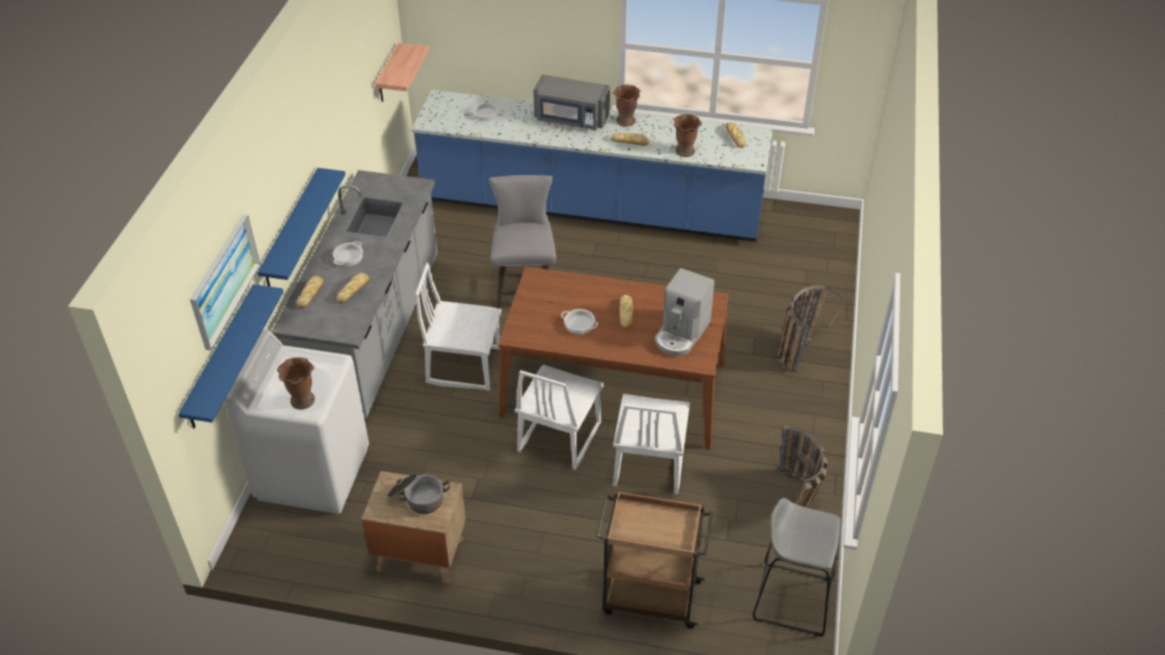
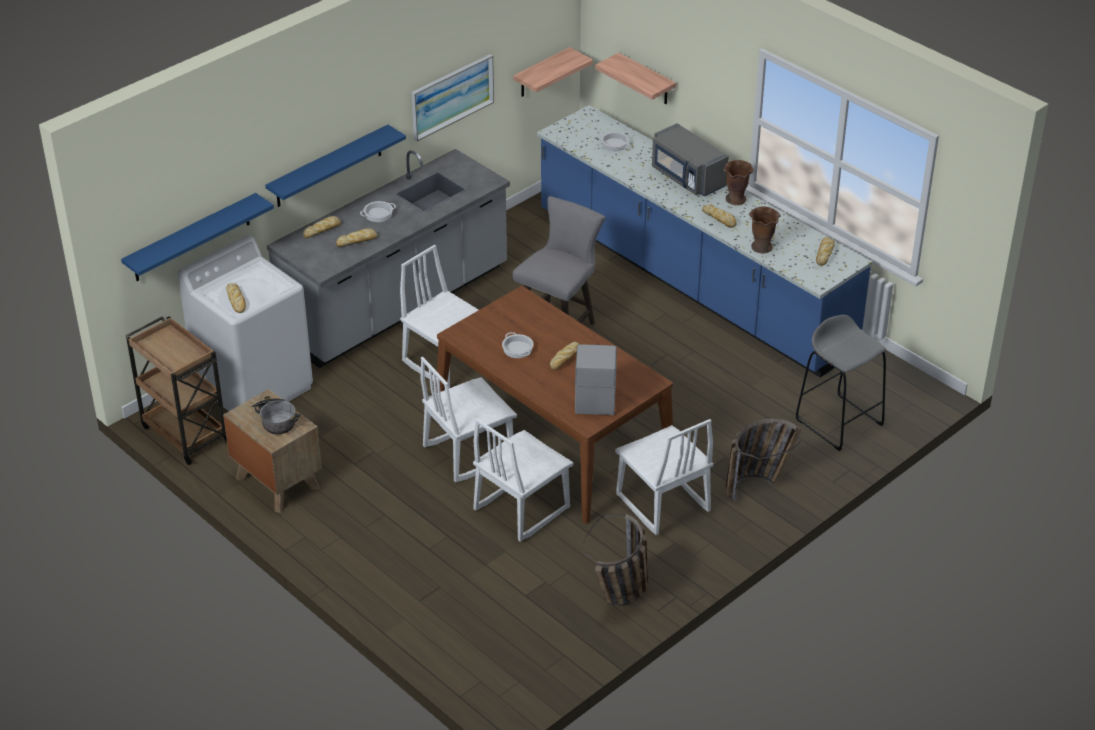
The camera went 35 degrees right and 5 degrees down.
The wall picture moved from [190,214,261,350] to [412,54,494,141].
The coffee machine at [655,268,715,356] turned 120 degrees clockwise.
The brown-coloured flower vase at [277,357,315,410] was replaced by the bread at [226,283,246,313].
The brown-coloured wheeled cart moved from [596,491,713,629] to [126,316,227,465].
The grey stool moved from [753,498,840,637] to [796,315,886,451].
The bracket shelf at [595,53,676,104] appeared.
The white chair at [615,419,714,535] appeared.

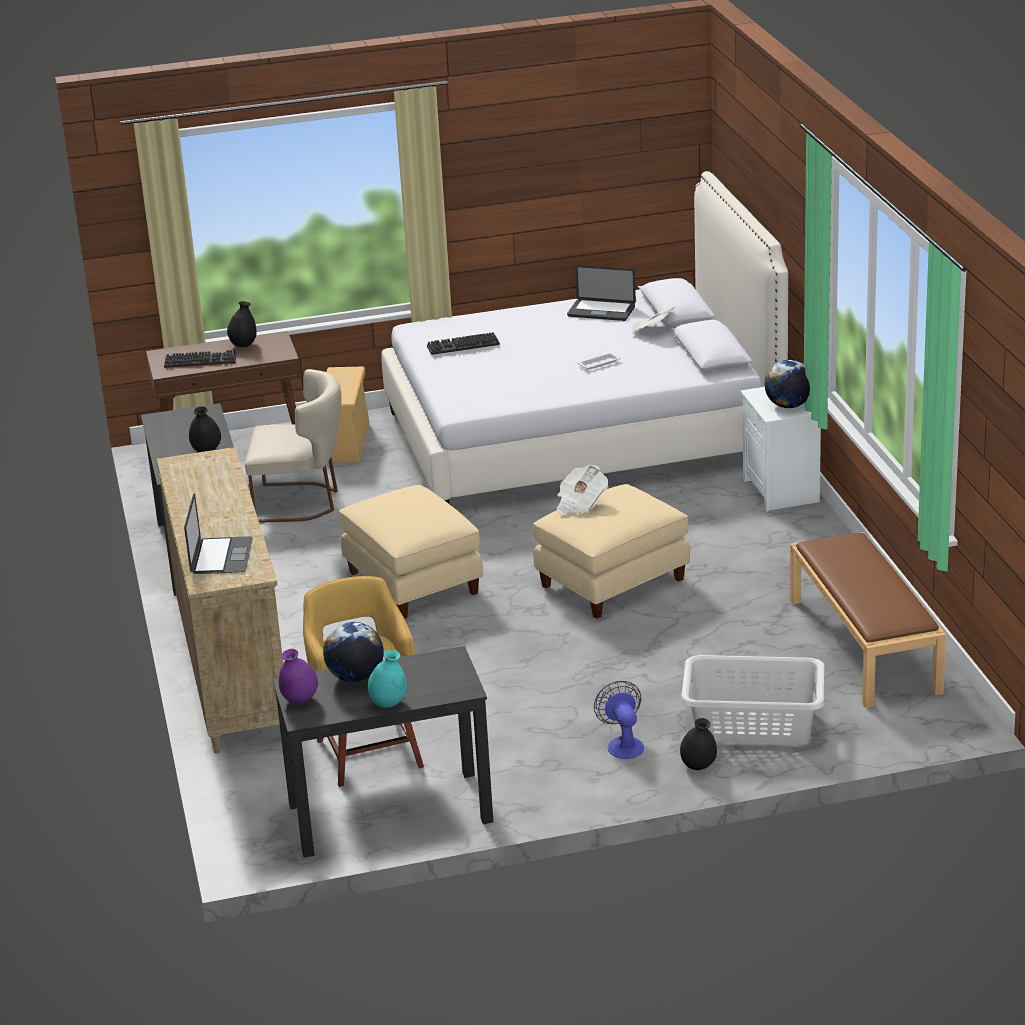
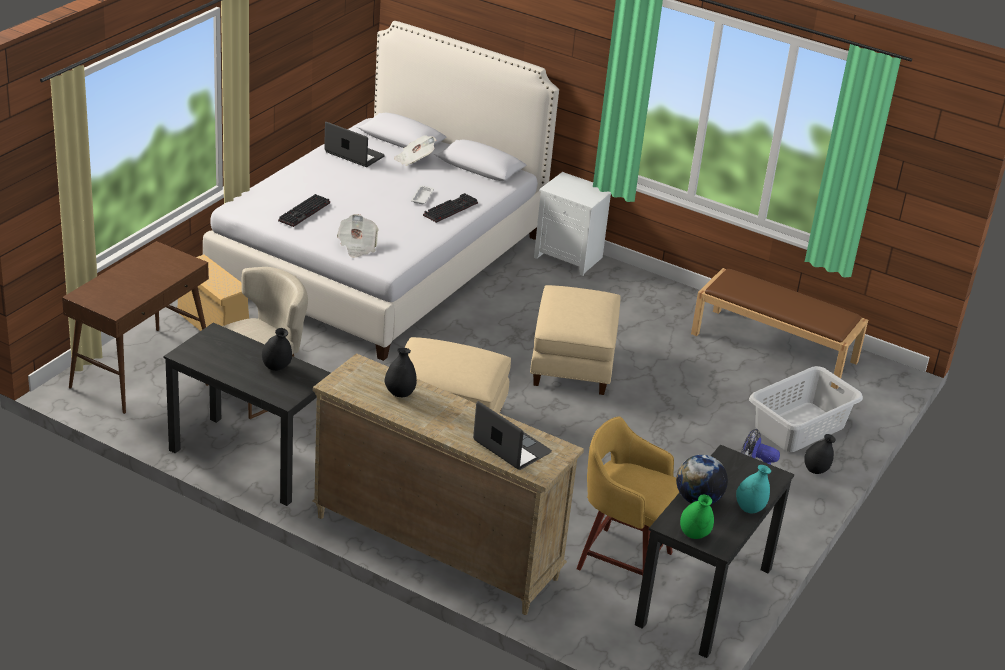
The camera went 50 degrees left and 5 degrees up.
The portable computer at [567,265,636,321] turned 120 degrees counterclockwise.
The blackish flower vase moved from [227,301,257,347] to [385,348,417,397].
The computer keyboard moved from [164,350,237,368] to [423,193,478,223].
The world globe at [764,360,810,408] disappeared.
The printed paper moved from [557,465,608,514] to [337,214,379,258].
The purplish flower vase at [279,649,318,704] became the green-coloured flower vase at [680,495,714,539].

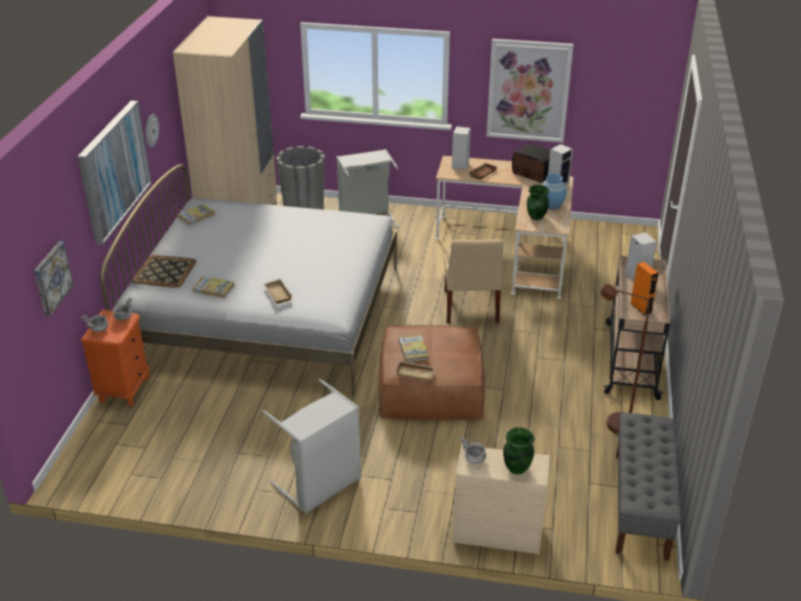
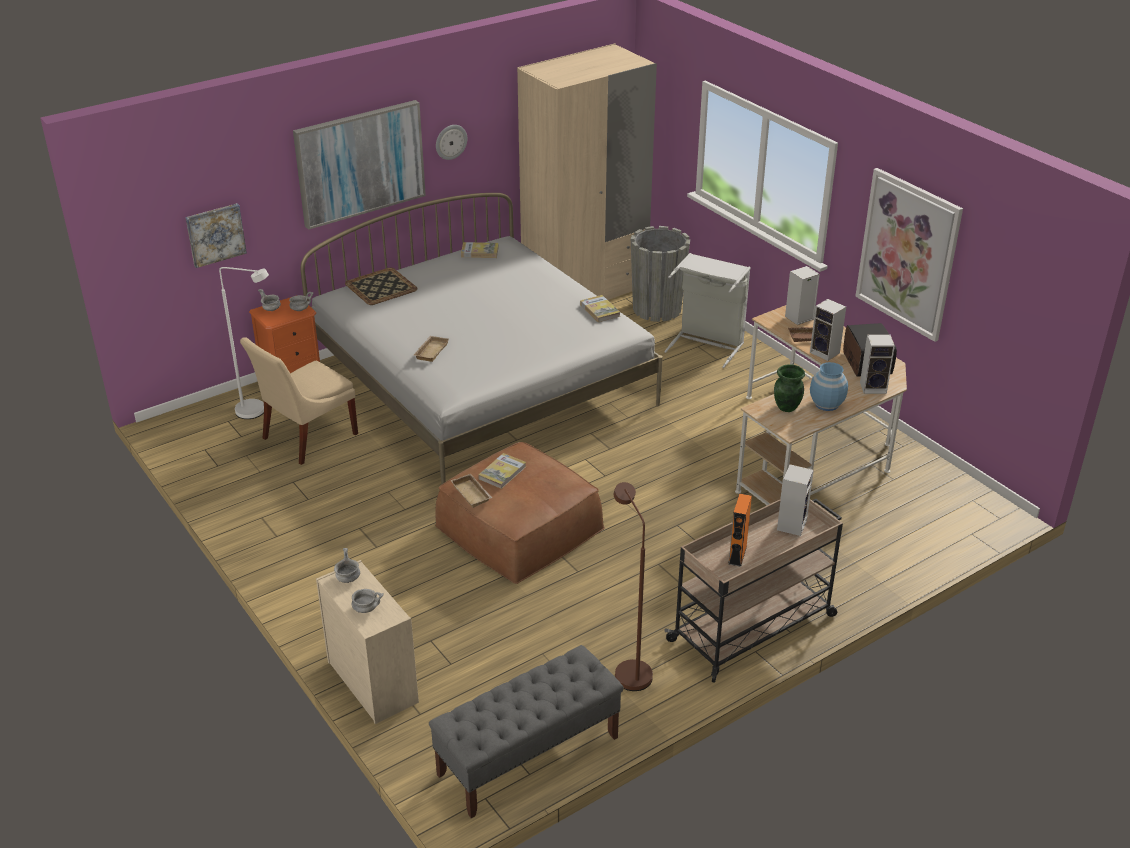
The camera went 45 degrees right and 0 degrees up.
The beige chair moved from [444,239,504,323] to [240,337,358,465].
The volume moved from [192,276,234,298] to [580,295,620,322].
The grey washing basket at [262,378,361,514] disappeared.
The green-coloured flower vase at [503,427,534,475] was replaced by the grey bowl at [352,589,384,613].
The white floor lamp at [219,267,269,419] appeared.
The speaker at [810,299,846,361] appeared.

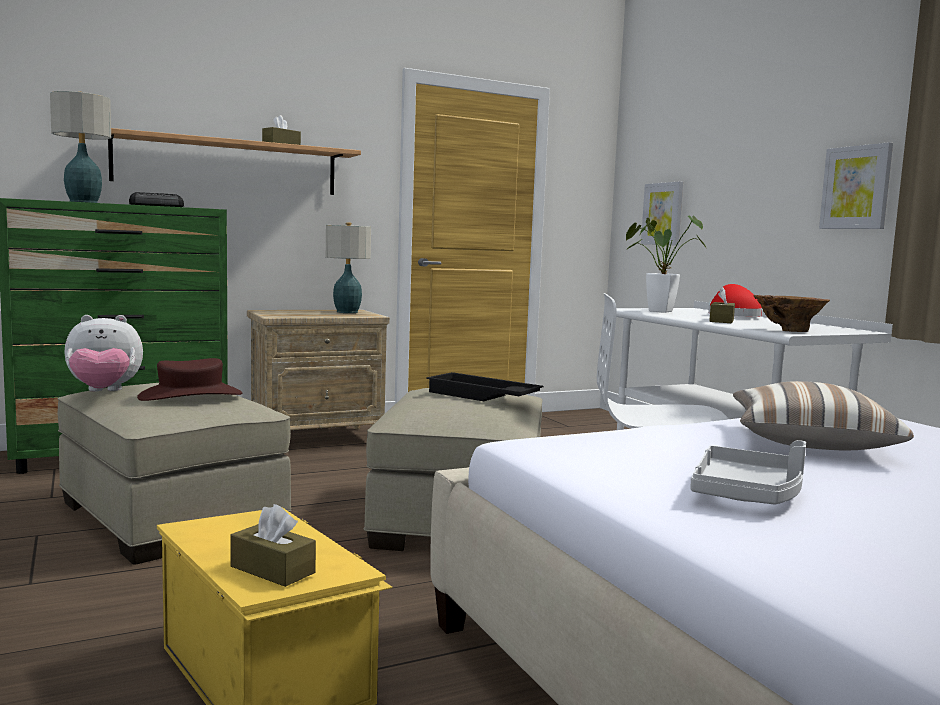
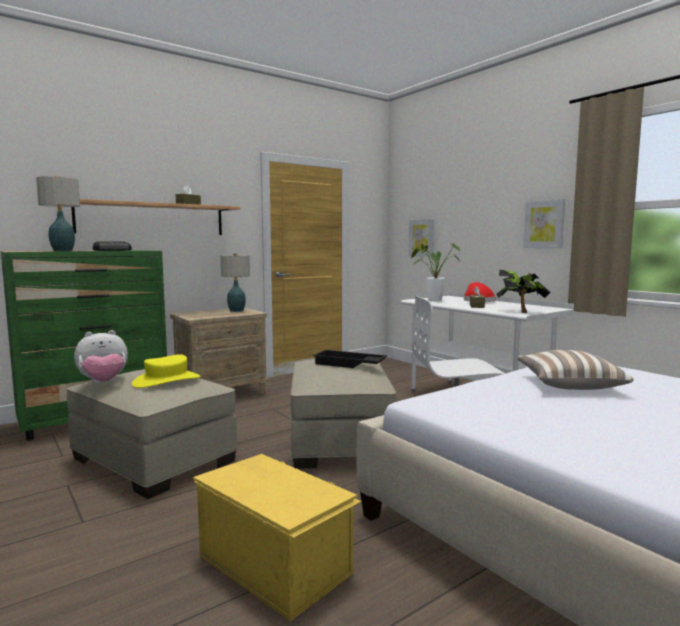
The camera went 10 degrees left and 0 degrees up.
The brown-coloured flower vase at [754,295,830,332] was replaced by the houseplant at [496,270,550,313].
The brown-coloured hat at [137,358,242,401] became the yellow-coloured hat at [132,354,200,388].
The grey tray at [690,440,806,505] disappeared.
The brown-coloured box of tissues at [230,504,316,587] disappeared.

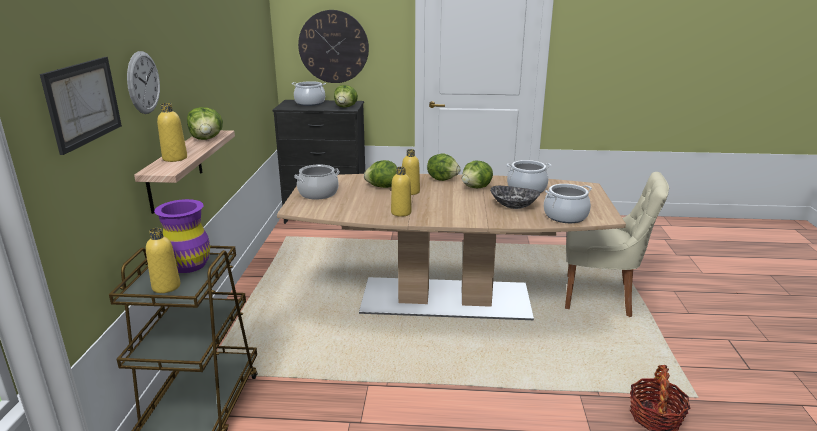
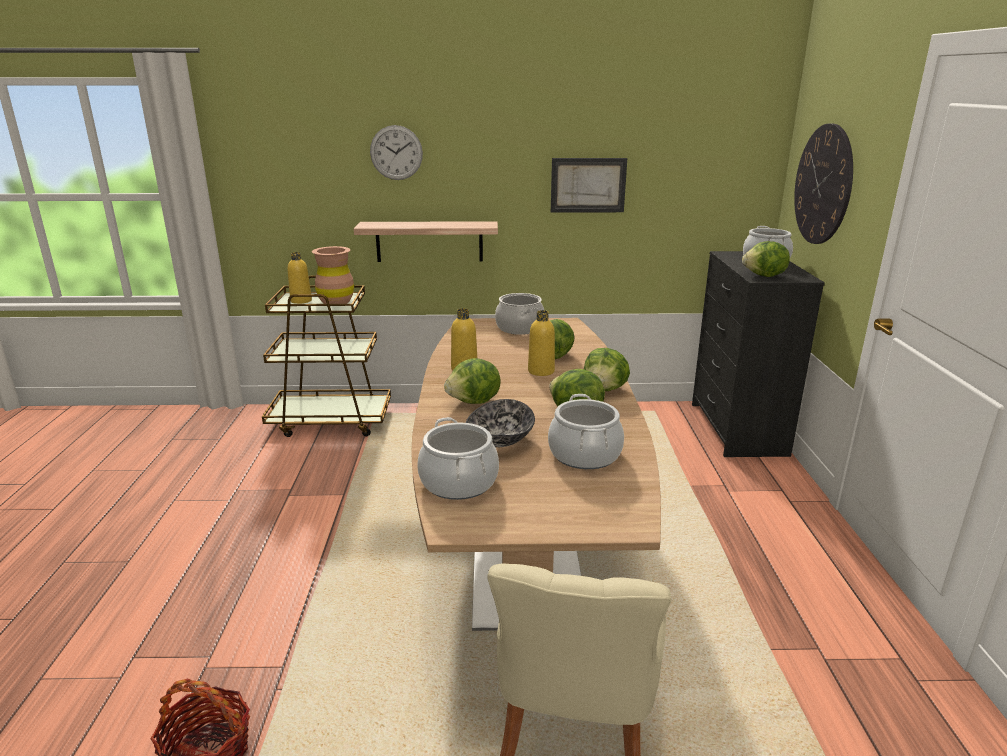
The camera went 85 degrees right and 0 degrees up.
The wall picture moved from [40,57,122,155] to [551,158,627,213].
The yellow-coloured beverage bottle at [157,103,187,162] disappeared.
The head of lettuce moved from [187,107,223,140] to [444,358,501,404].
The purplish flower vase at [154,199,210,273] became the brown-coloured flower vase at [312,246,354,304].

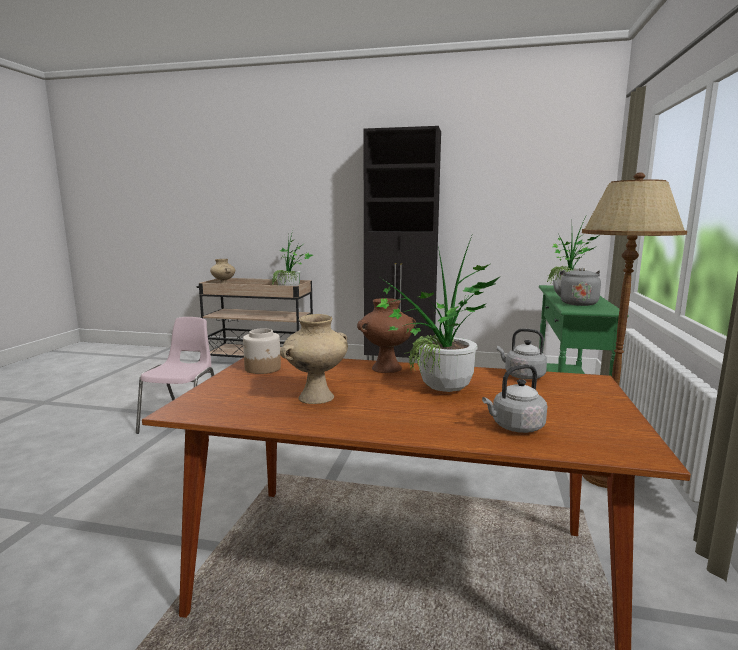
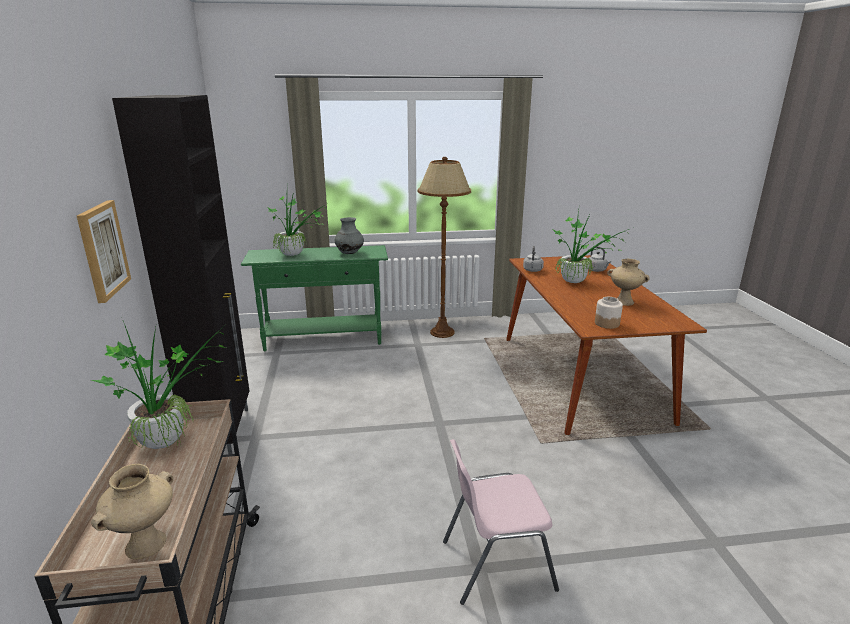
The camera went 110 degrees left and 10 degrees up.
The grey tea kettle at [553,268,601,306] was replaced by the grey flower vase at [335,217,364,254].
The brown-coloured flower vase at [357,298,416,373] disappeared.
The wall picture at [77,200,131,303] appeared.

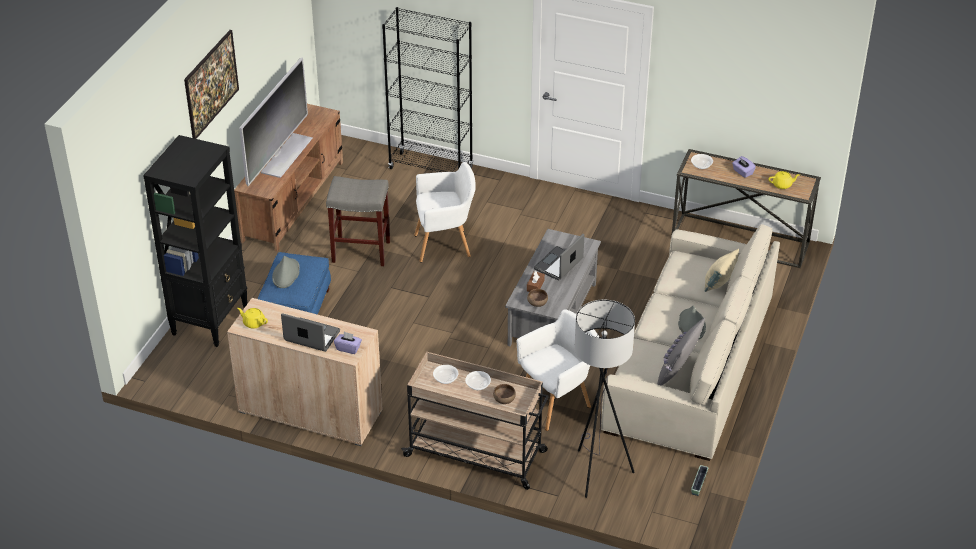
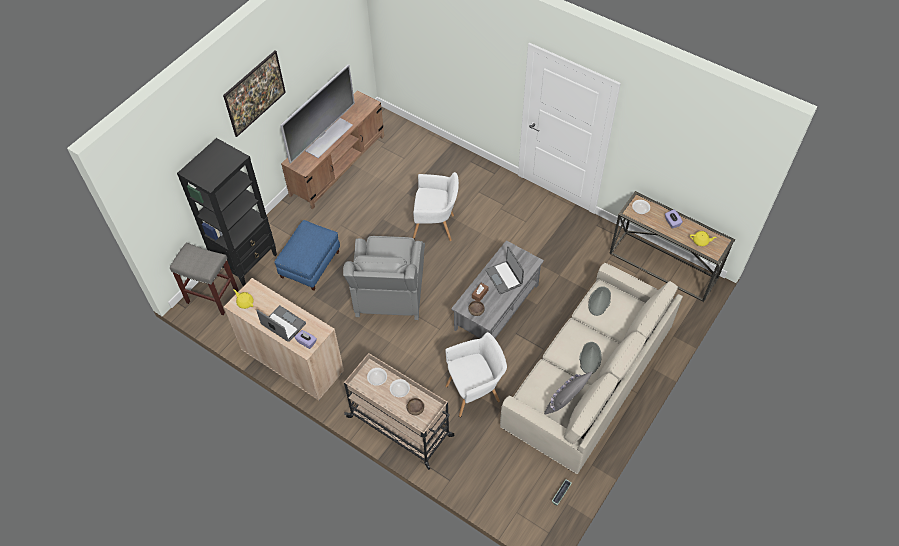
The camera went 15 degrees right and 15 degrees up.
The blackish shelving unit at [382,7,473,172] disappeared.
The grey stool moved from [326,176,390,266] to [170,242,239,315].
The portable computer at [534,234,584,281] turned 75 degrees counterclockwise.
The beige cushion at [704,249,739,292] disappeared.
The grey hat moved from [272,256,300,288] to [588,286,611,316].
The grey floor lamp at [574,300,635,498] disappeared.
The grey easy chair at [343,236,425,320] appeared.

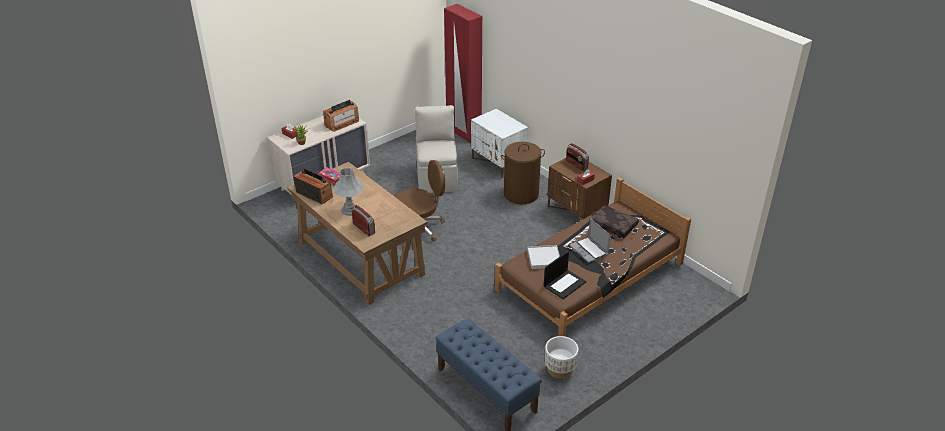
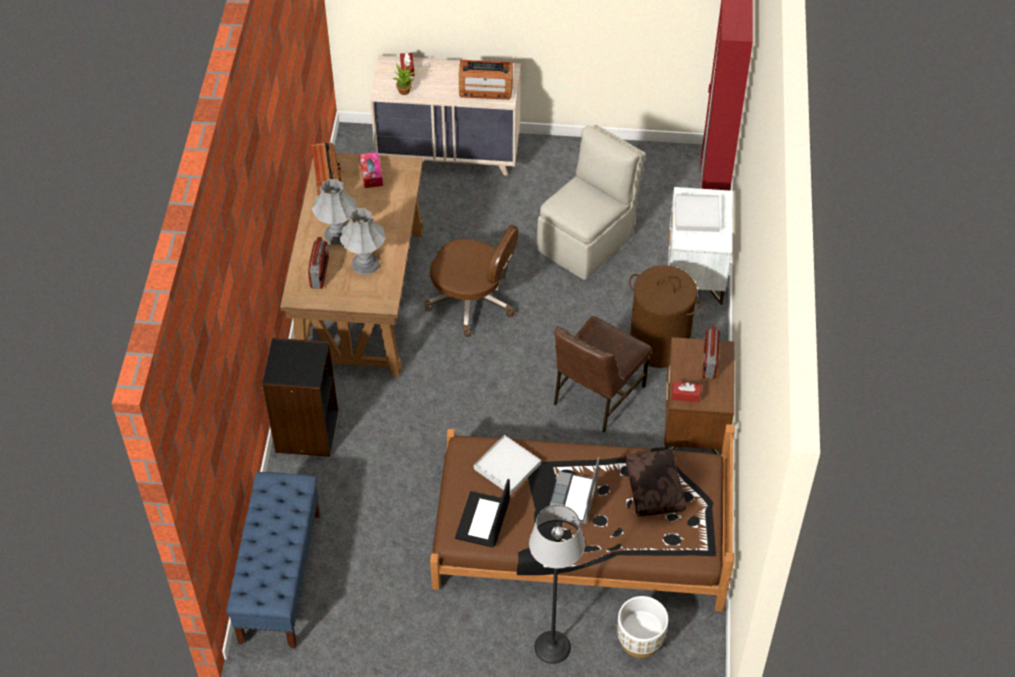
The camera went 45 degrees right and 15 degrees up.
The portable computer at [544,251,587,299] turned 105 degrees clockwise.
The white plant pot moved from [545,336,578,379] to [618,596,668,658].
The white tray at [675,194,720,232] appeared.
The grey lamp for a table at [340,208,385,275] appeared.
The brown-coloured chair at [554,316,652,432] appeared.
The blackish shelving unit at [262,338,338,457] appeared.
The floor lamp at [529,505,585,664] appeared.

